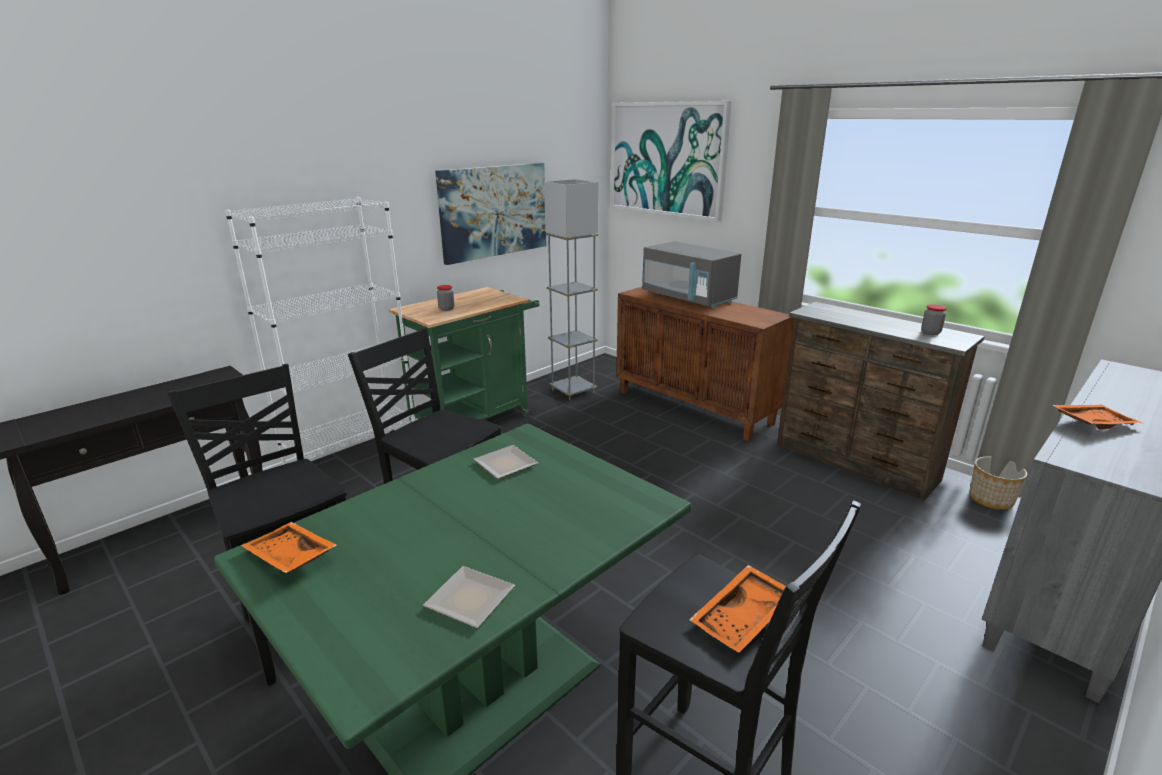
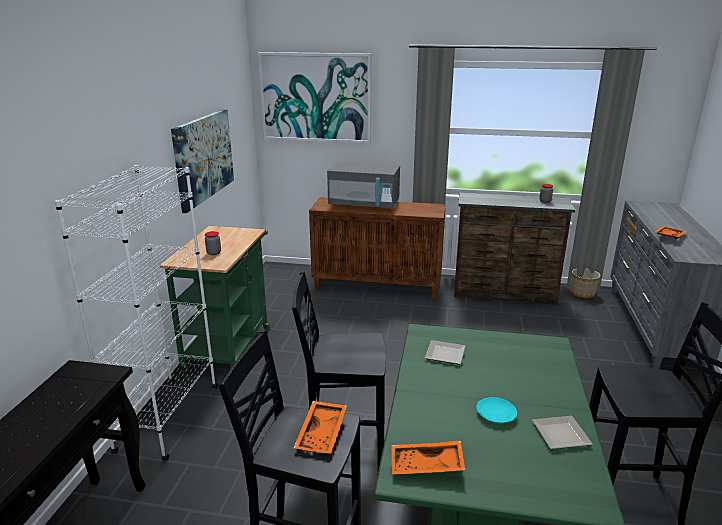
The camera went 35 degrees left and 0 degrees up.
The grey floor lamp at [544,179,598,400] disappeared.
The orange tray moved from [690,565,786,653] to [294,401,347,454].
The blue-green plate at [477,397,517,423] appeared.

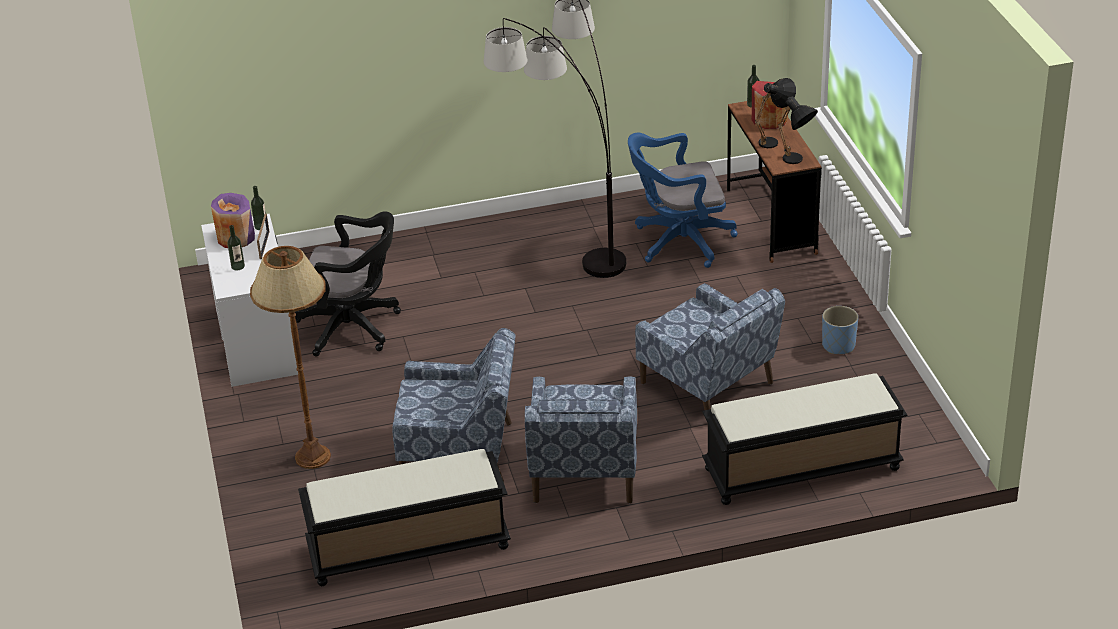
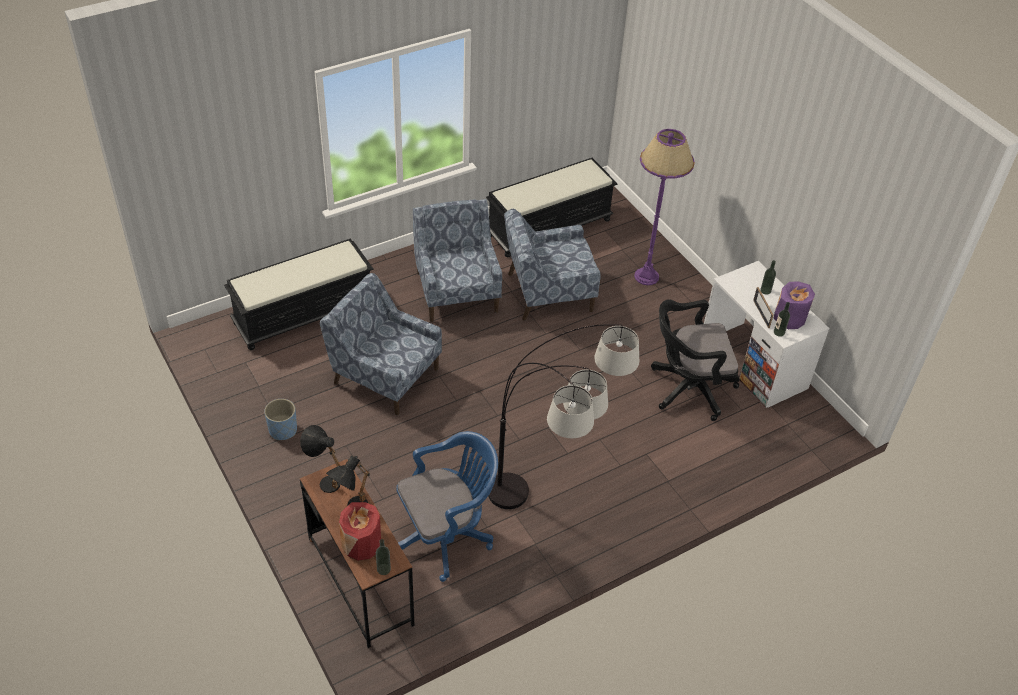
The camera went 160 degrees right and 10 degrees up.
The brown-coloured floor lamp at [250,246,331,469] became the purplish floor lamp at [634,129,695,285].

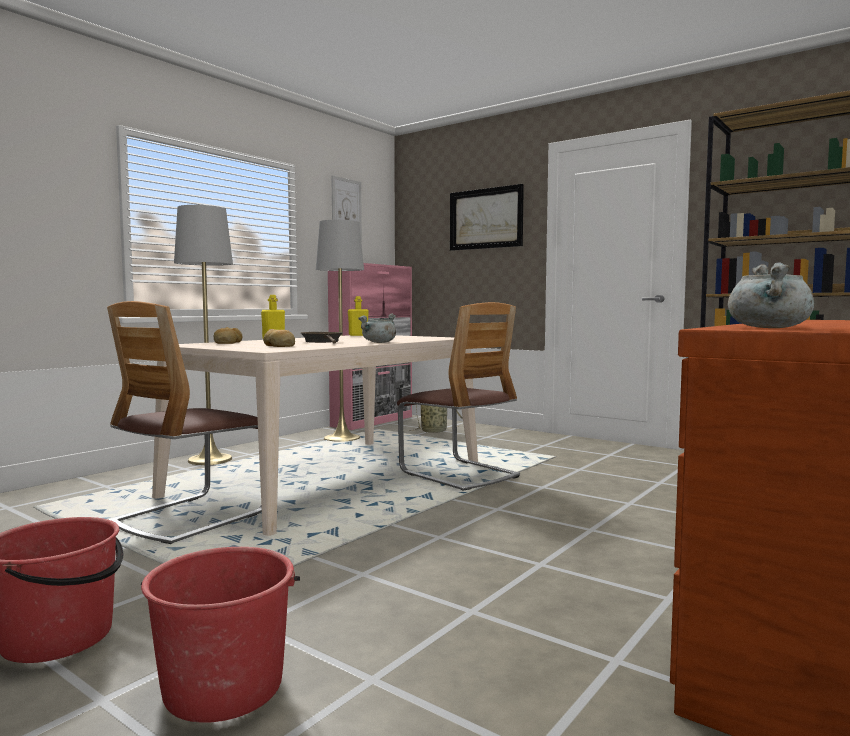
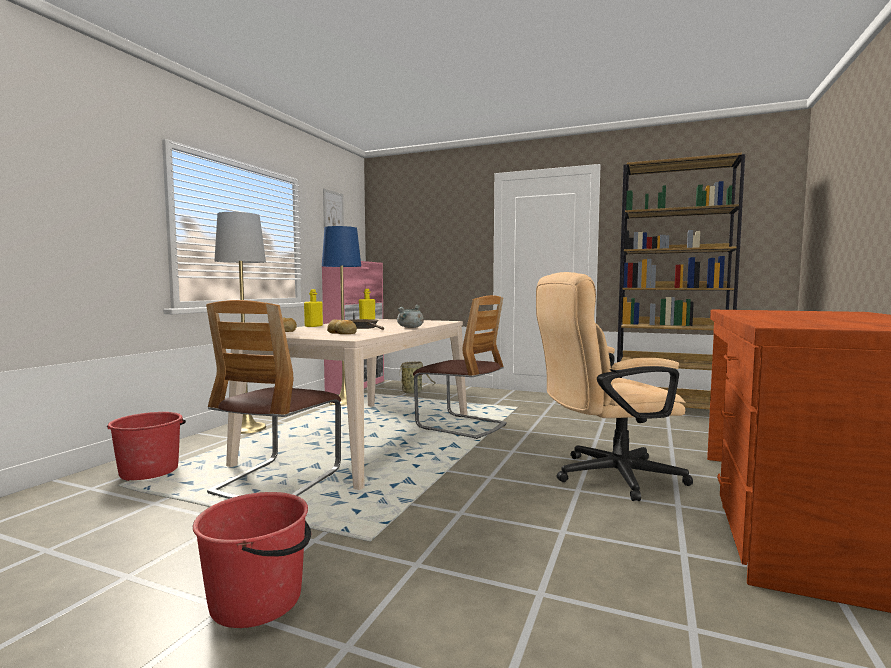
The camera went 15 degrees left and 0 degrees up.
The wall picture at [450,184,524,251] disappeared.
The grey floor lamp at [316,220,364,442] became the bluish floor lamp at [322,226,361,405].
The grey saucepot at [728,262,814,328] disappeared.
The red-coloured pail moved from [141,547,300,723] to [107,412,186,481].
The beige office chair at [536,272,693,501] appeared.

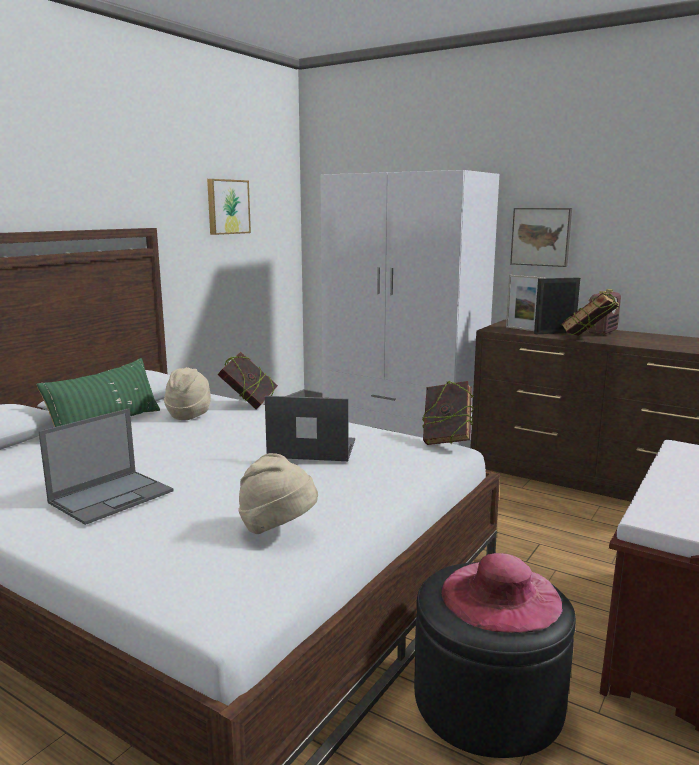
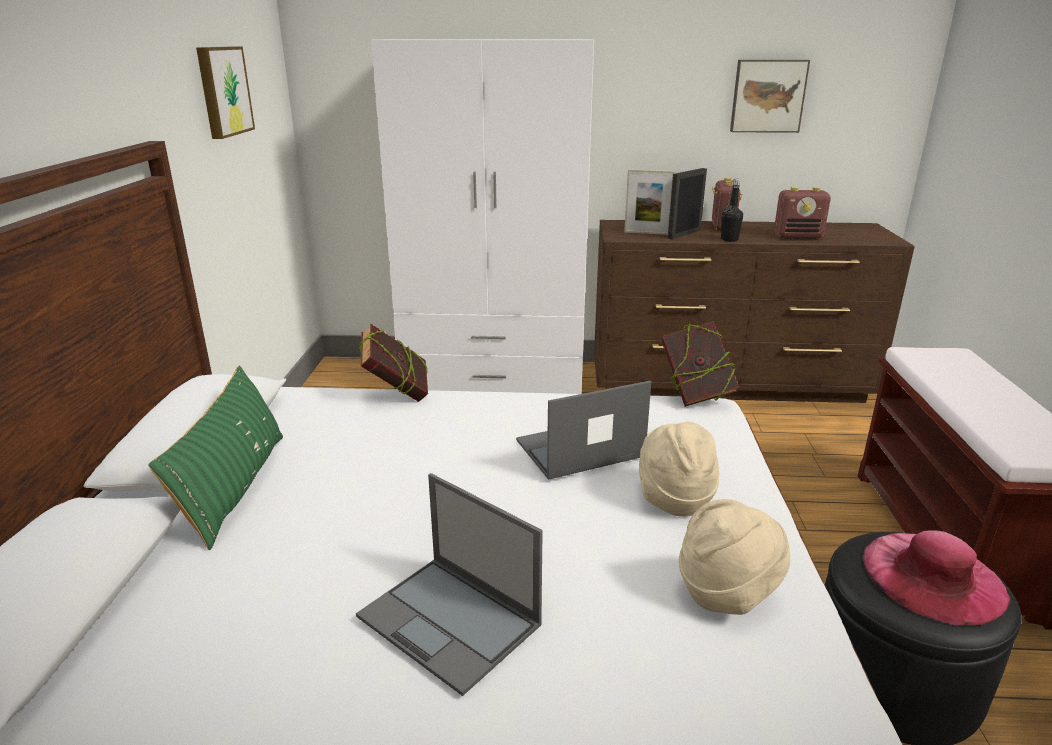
The camera went 30 degrees left and 10 degrees up.
The wall picture moved from [510,208,572,267] to [730,60,810,133].
The volume at [561,293,619,336] was replaced by the blackish beverage bottle at [721,179,743,242].
The beige hat moved from [164,367,211,420] to [639,422,719,517].
The portable computer at [39,408,174,525] turned 120 degrees clockwise.
The radio set at [774,187,831,239] appeared.

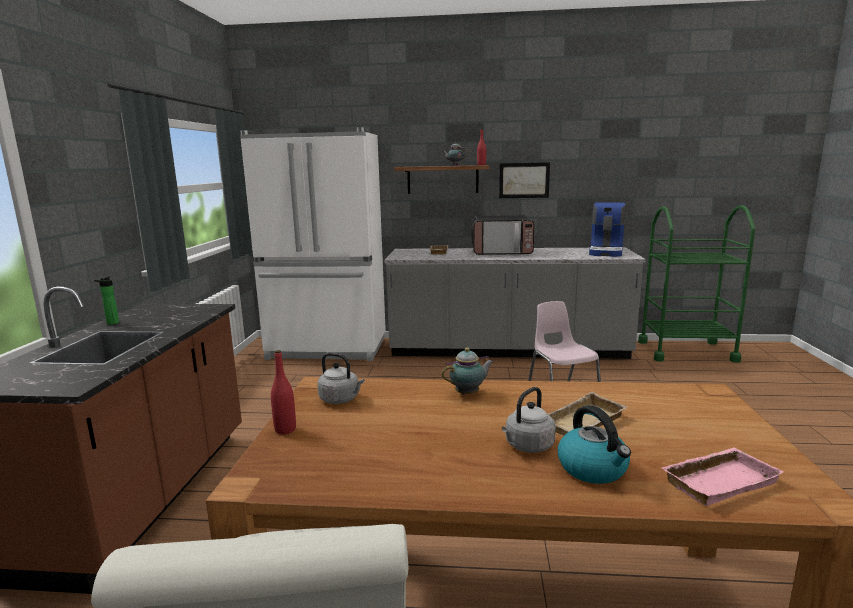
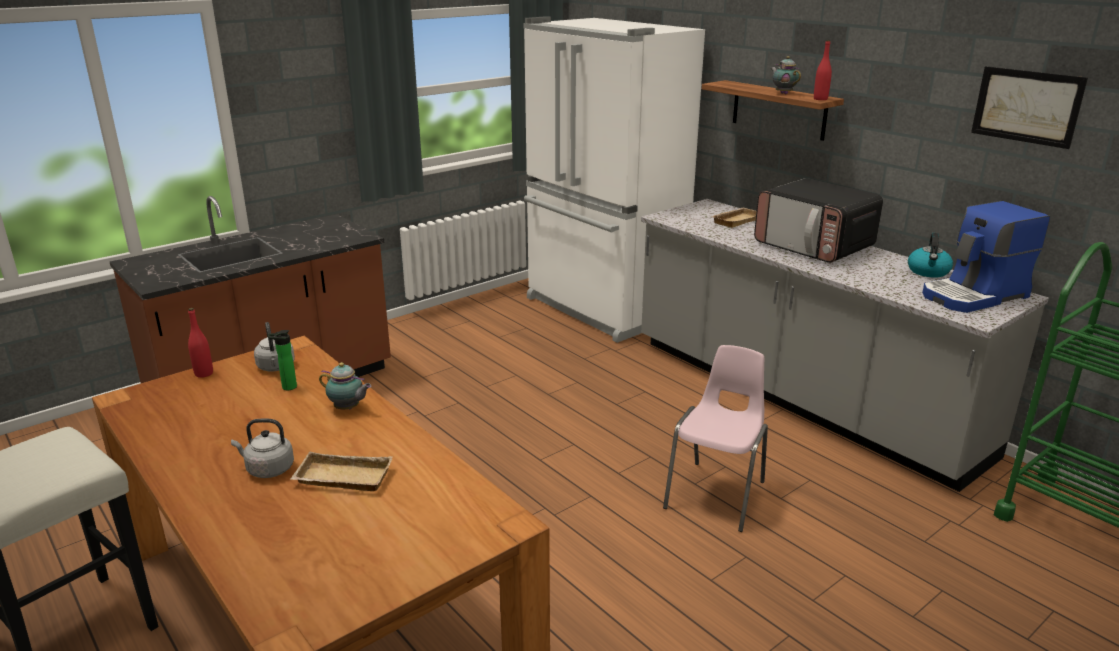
The camera went 45 degrees right and 10 degrees up.
The wall picture moved from [499,162,550,198] to [971,66,1088,149].
The beverage bottle moved from [94,276,119,325] to [267,330,297,390].
The tea kettle moved from [558,405,631,484] to [908,233,953,278].
The pink-coloured tray at [660,448,783,506] disappeared.

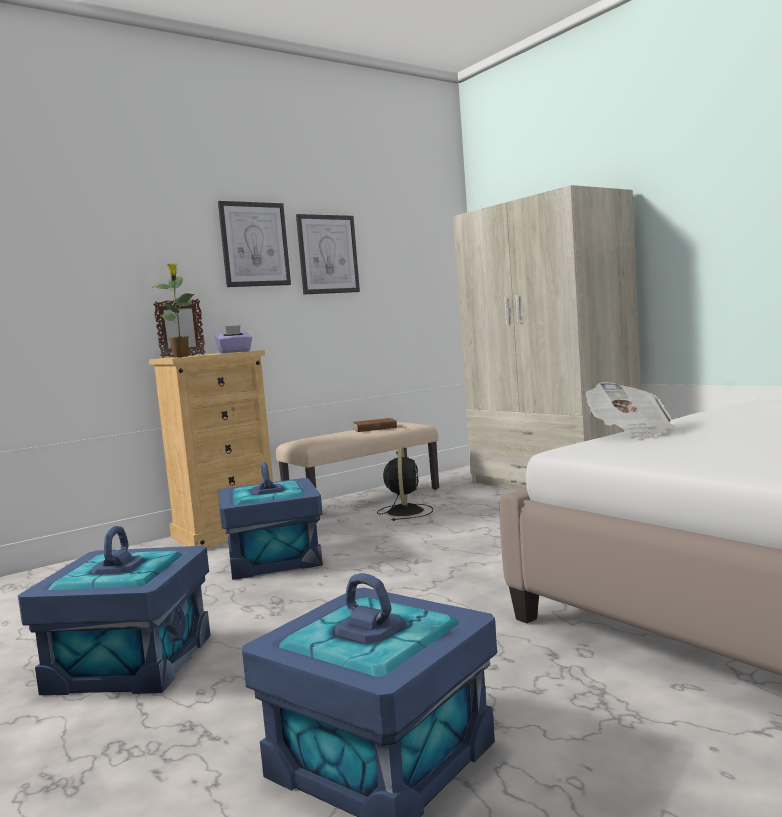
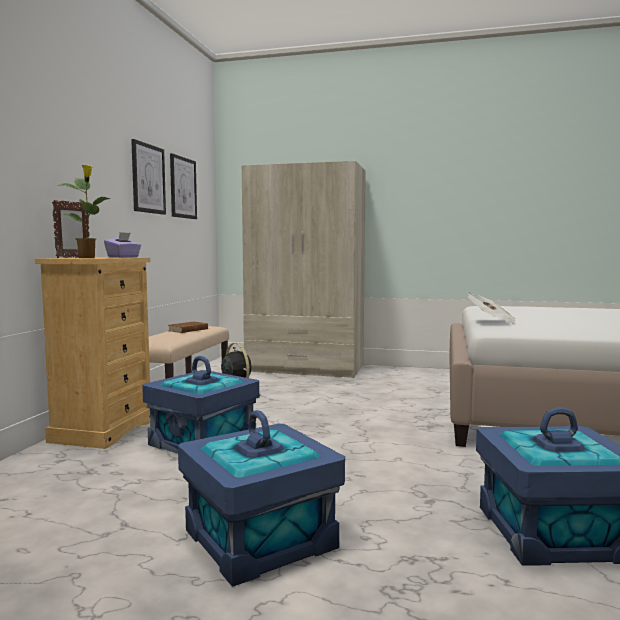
The camera went 40 degrees left and 0 degrees up.
The wall picture moved from [218,201,291,287] to [170,153,197,219].

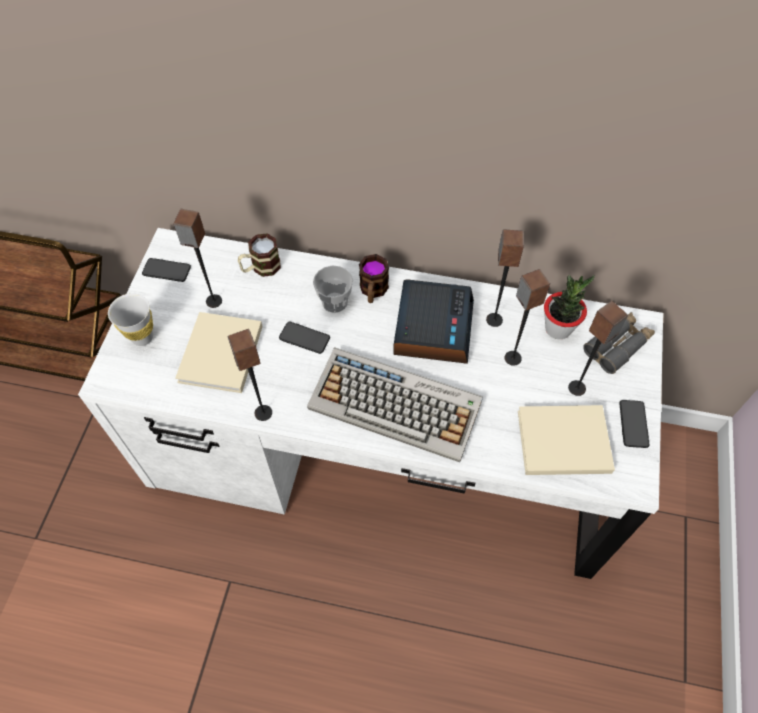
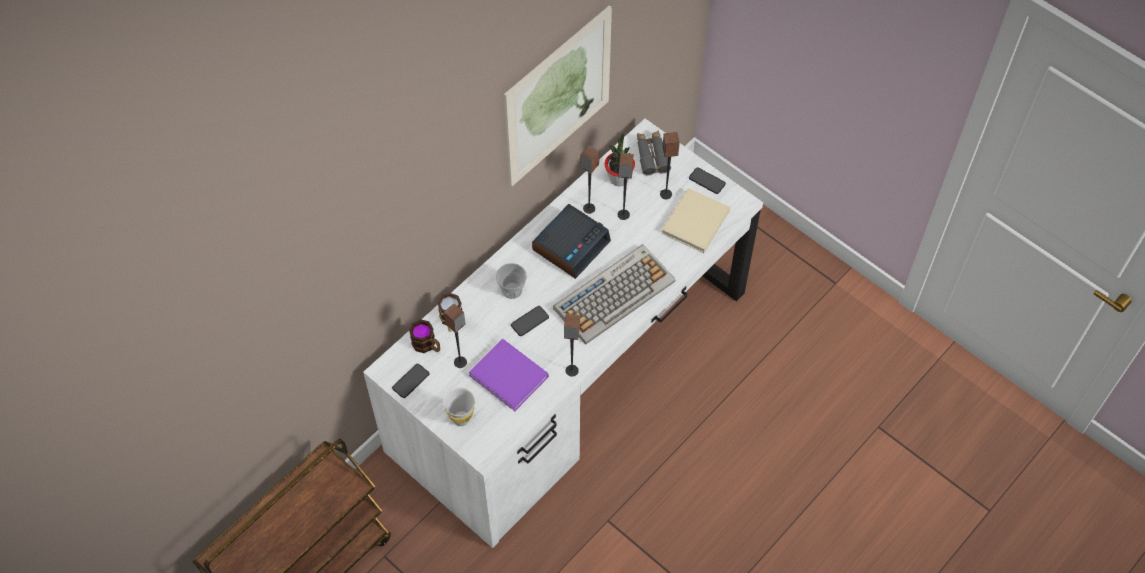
The camera went 60 degrees left and 0 degrees up.
The tea mug moved from [359,254,389,303] to [409,319,440,353].
The alarm clock at [393,280,474,364] turned 90 degrees clockwise.
The beige volume at [175,312,263,393] became the purplish volume at [469,338,549,411].
The wall picture at [504,5,612,186] appeared.

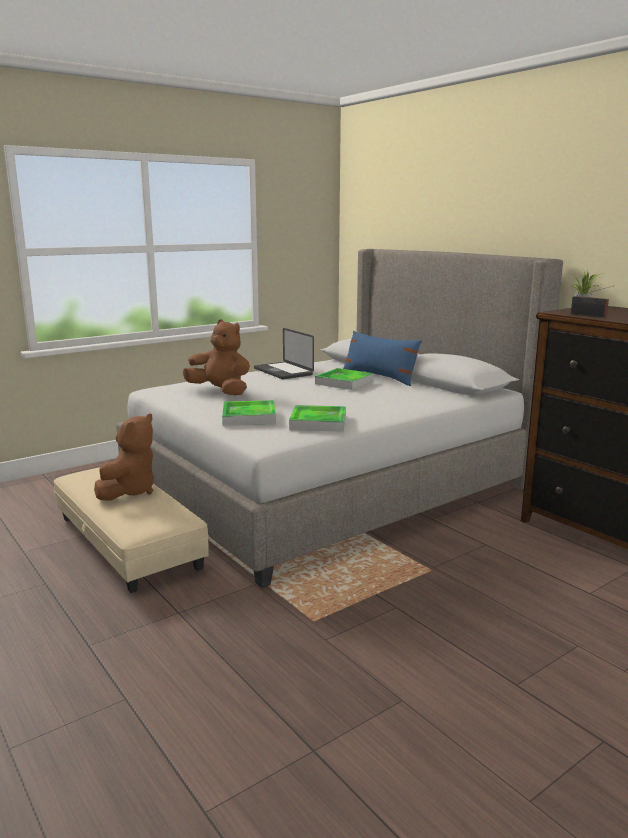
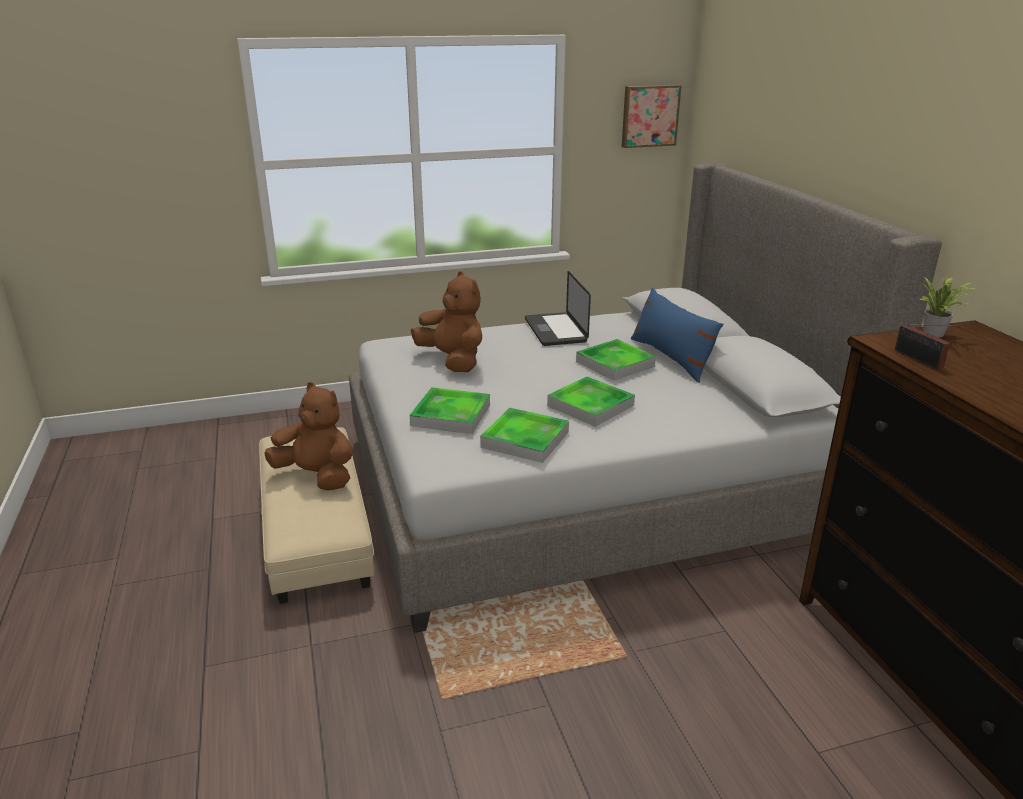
The camera went 20 degrees right and 10 degrees up.
The brown-coloured cuddly toy at [94,413,154,501] turned 105 degrees counterclockwise.
The wall picture at [622,85,682,148] appeared.
The tray at [547,376,635,427] appeared.

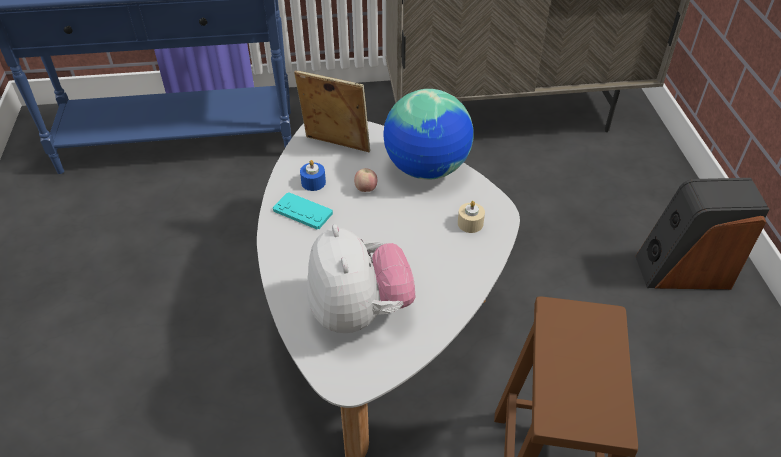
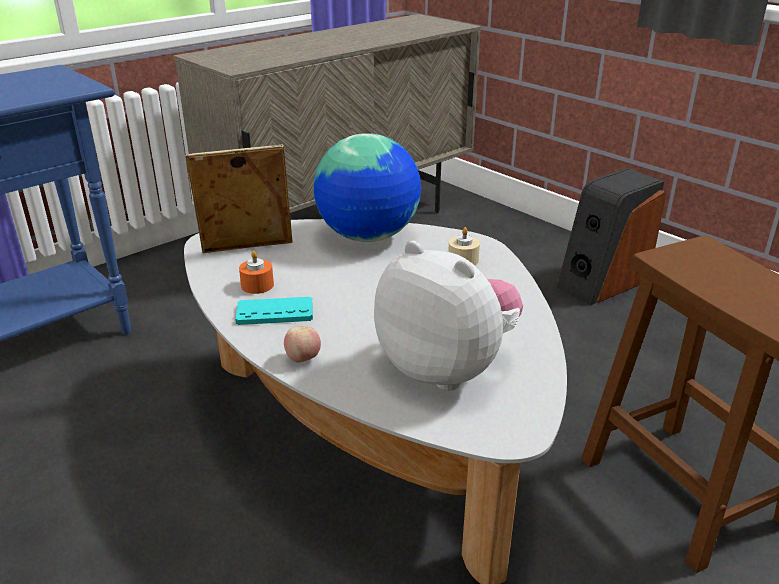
The camera went 35 degrees left and 15 degrees down.
The bluish candle at [300,160,326,191] became the orange candle at [239,251,274,294].
The apple fruit moved from [354,168,377,192] to [284,326,321,363].

